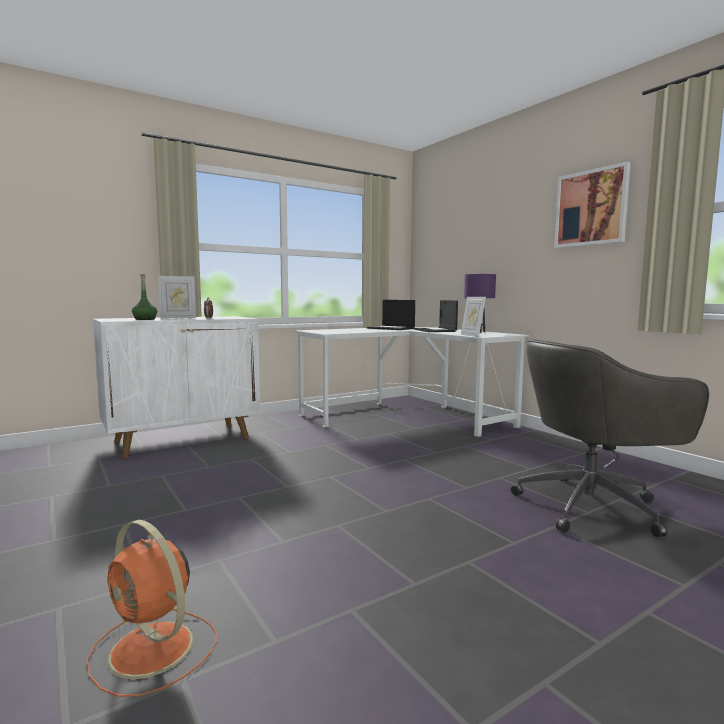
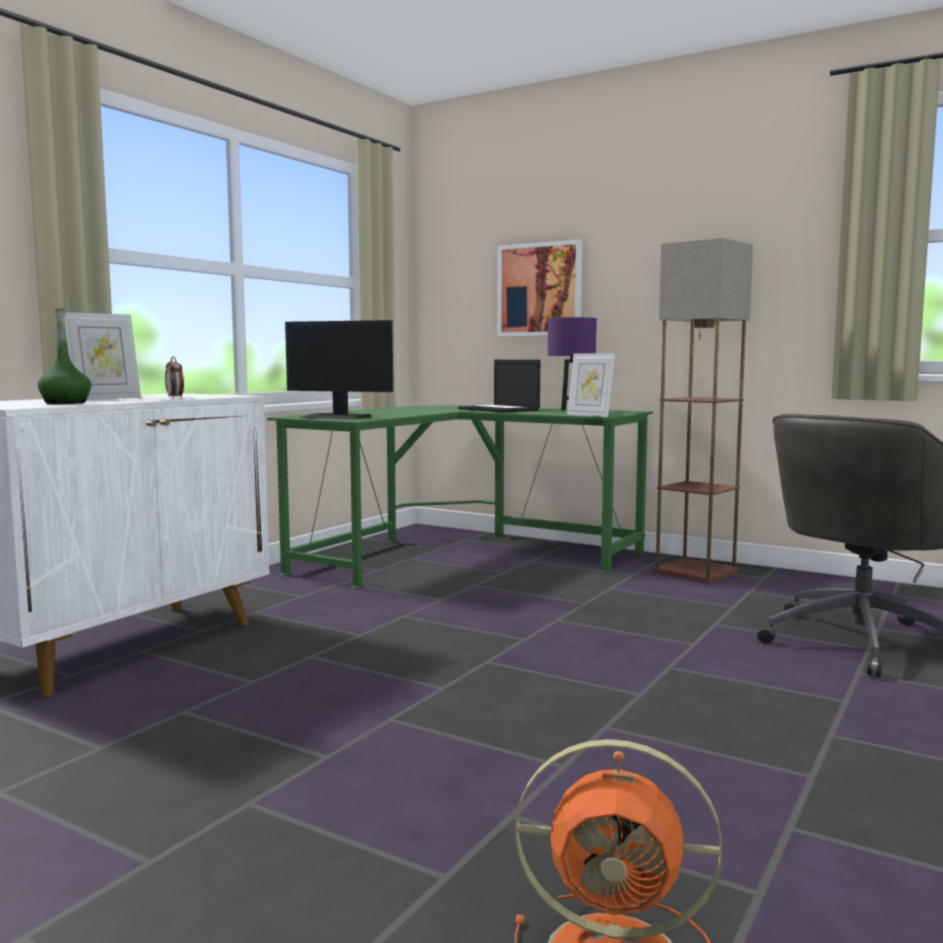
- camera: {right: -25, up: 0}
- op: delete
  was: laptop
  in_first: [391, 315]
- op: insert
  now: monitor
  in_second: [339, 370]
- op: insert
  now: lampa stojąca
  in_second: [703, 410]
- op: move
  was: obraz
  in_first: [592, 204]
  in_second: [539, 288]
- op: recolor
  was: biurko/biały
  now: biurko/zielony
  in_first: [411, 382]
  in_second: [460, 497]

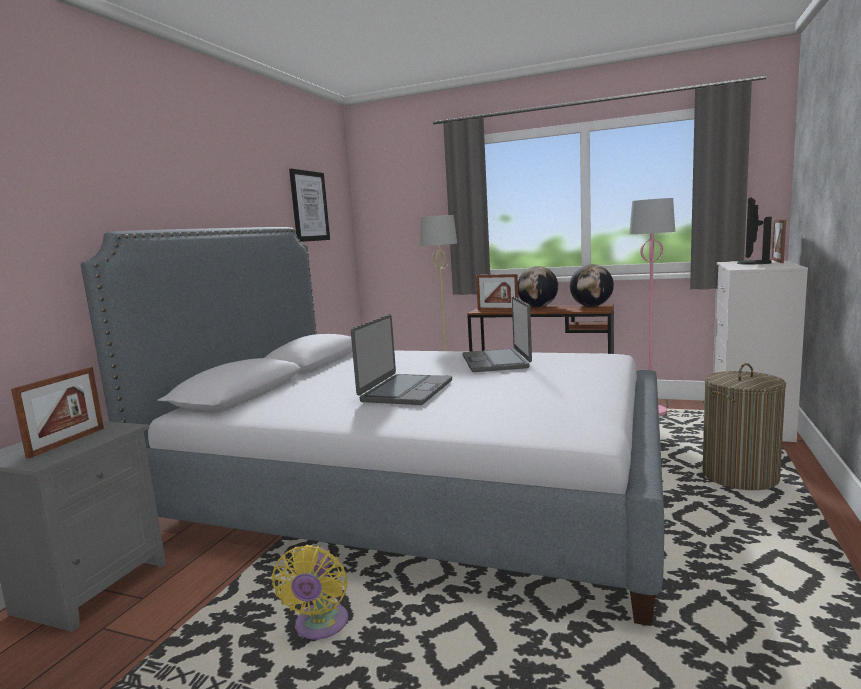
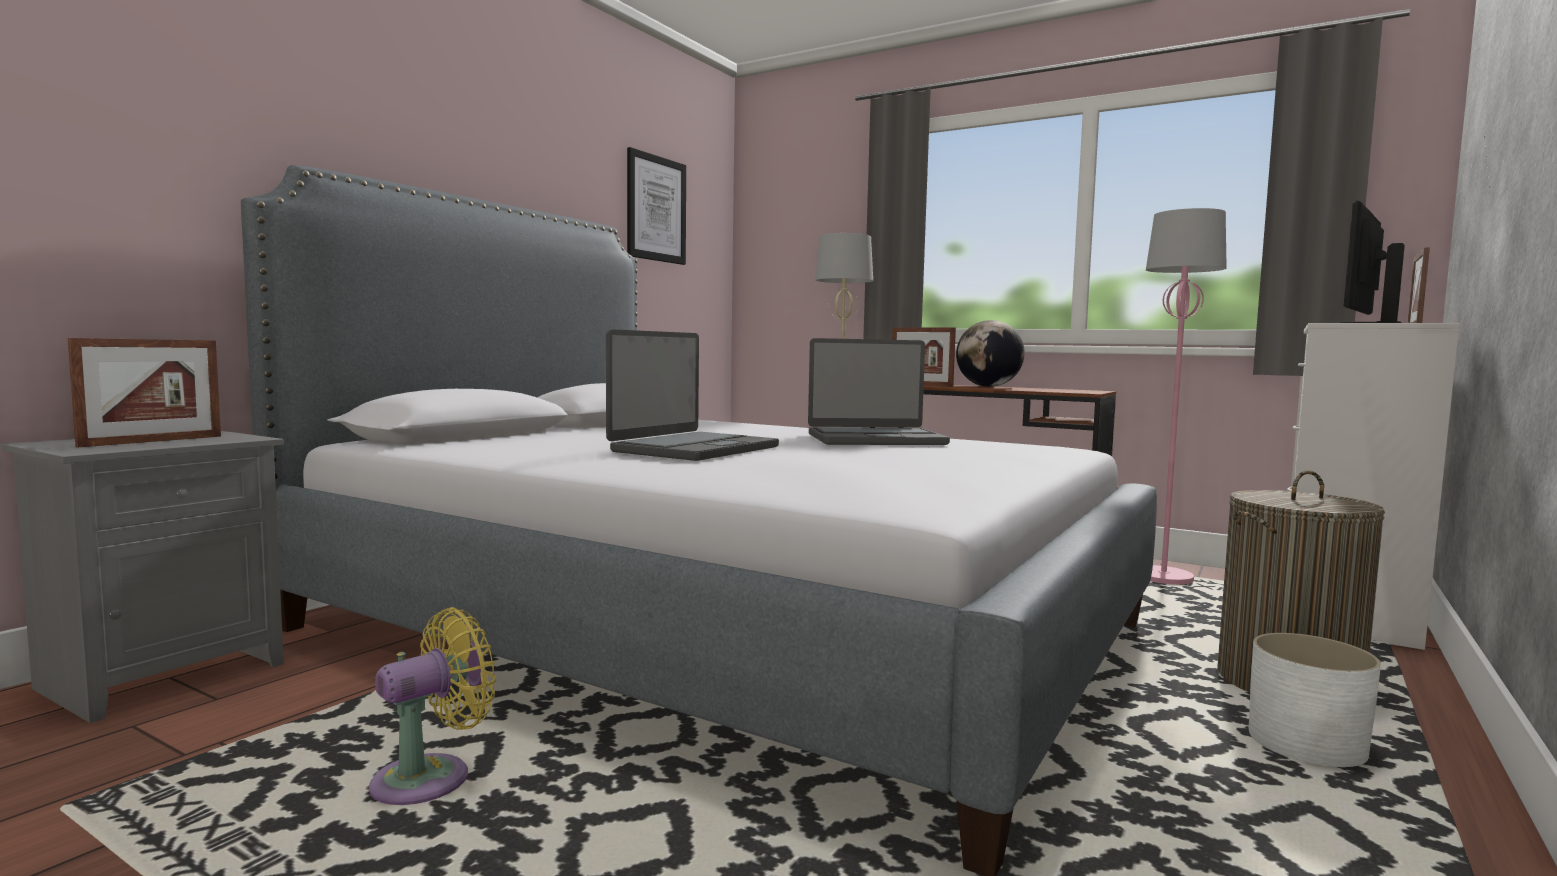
- camera: {right: 10, up: -5}
- op: delete
  was: globus
  in_first: [592, 285]
- op: insert
  now: donica/biały
  in_second: [1315, 700]
- op: rotate
  was: wentylator/żółty
  in_first: [310, 592]
  in_second: [432, 706]
  clockwise: -150
- op: rotate
  was: laptop
  in_first: [497, 334]
  in_second: [879, 391]
  clockwise: -105

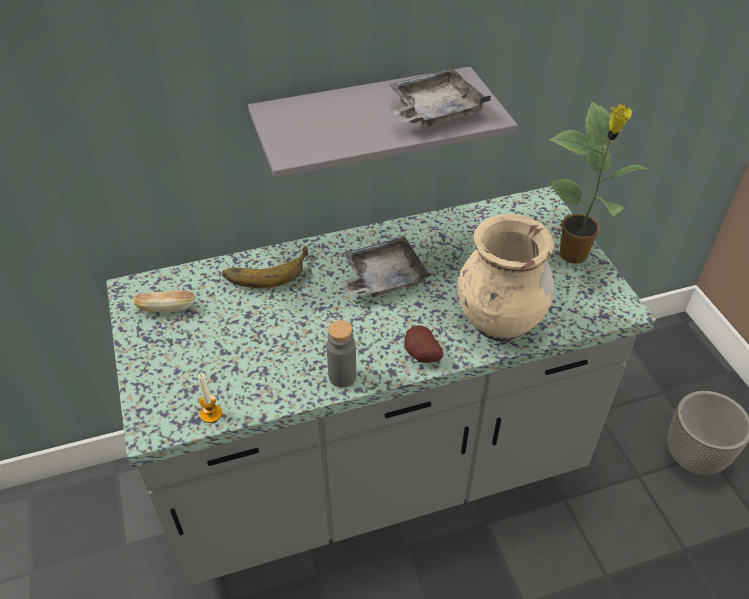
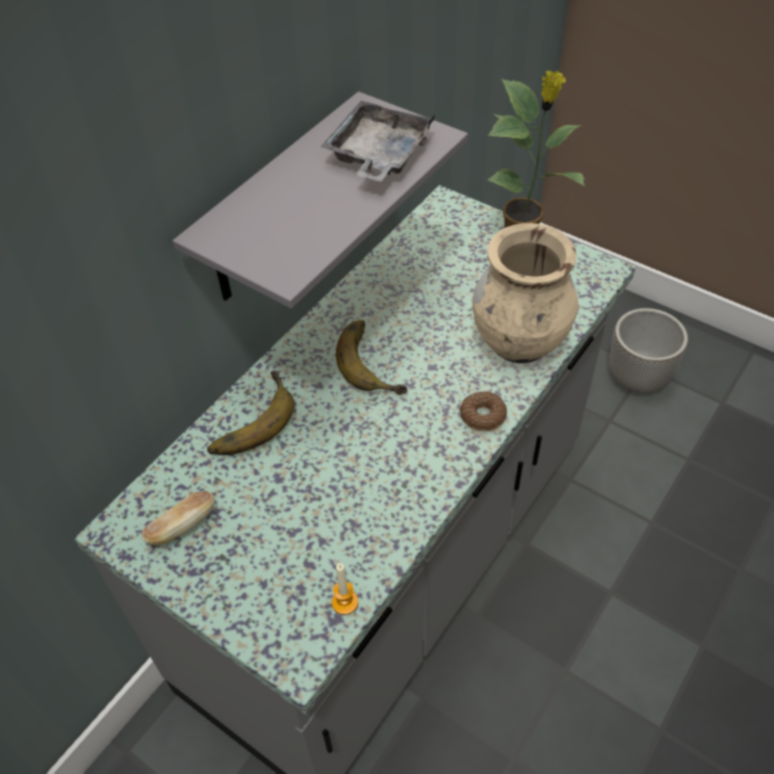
- camera: {right: -35, up: 5}
- op: delete
  was: butelka/szary
  in_first: [341, 354]
- op: replace
  was: taca/szary
  now: banan
  in_first: [385, 267]
  in_second: [371, 357]
- op: replace
  was: ziemniak
  now: donut
  in_first: [423, 344]
  in_second: [483, 411]

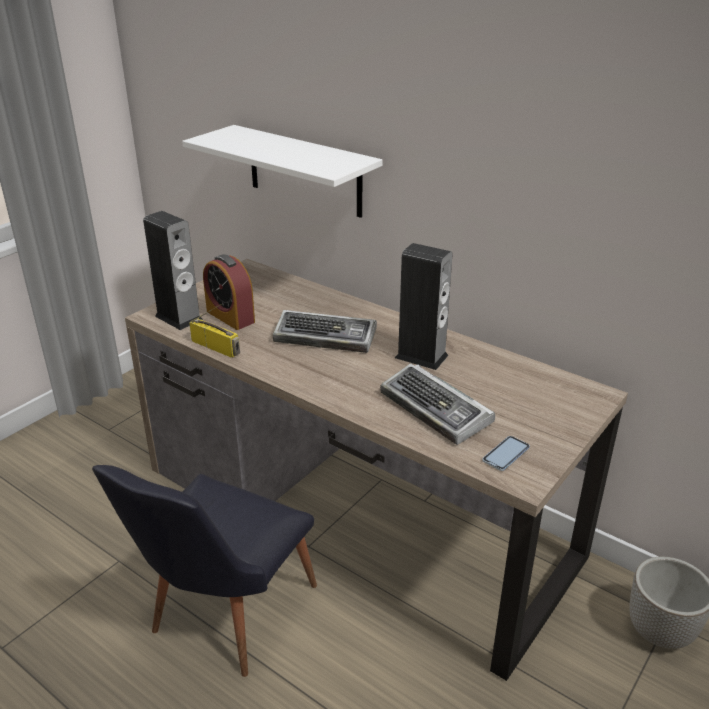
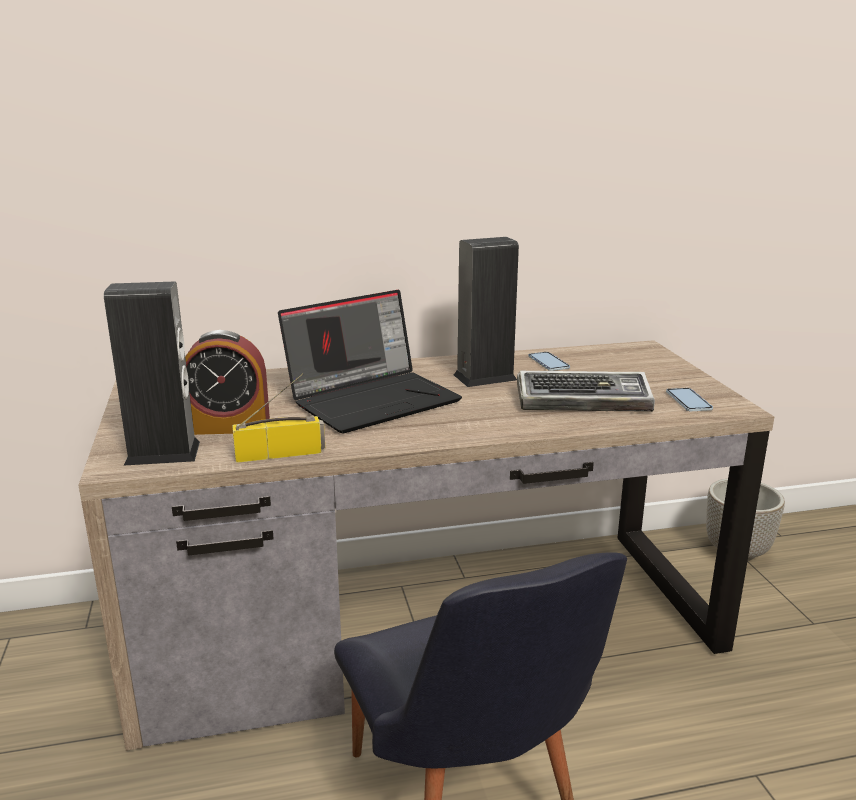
- camera: {right: -50, up: -10}
- op: delete
  was: półka/biały
  in_first: [282, 171]
- op: insert
  now: telefon
  in_second: [549, 361]
- op: replace
  was: klawiatura
  now: laptop
  in_first: [325, 331]
  in_second: [370, 361]

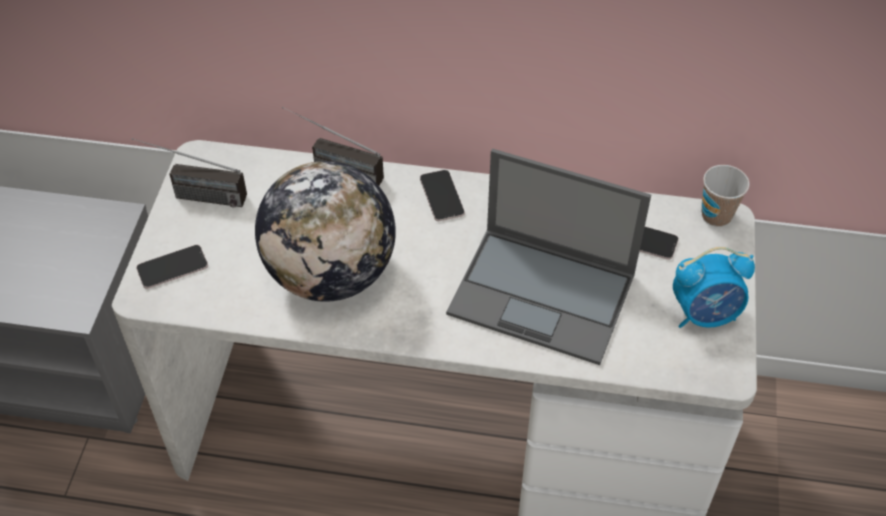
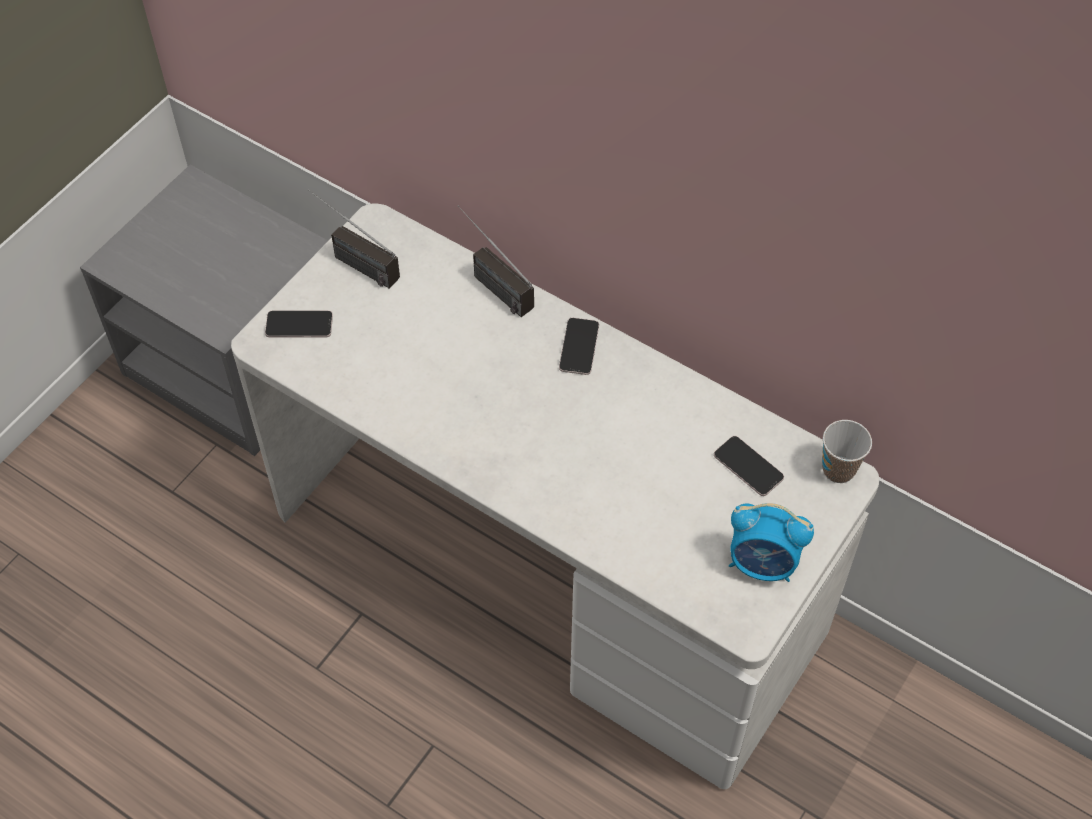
- camera: {right: 25, up: 5}
- op: delete
  was: globus
  in_first: [325, 231]
- op: delete
  was: laptop
  in_first: [548, 257]

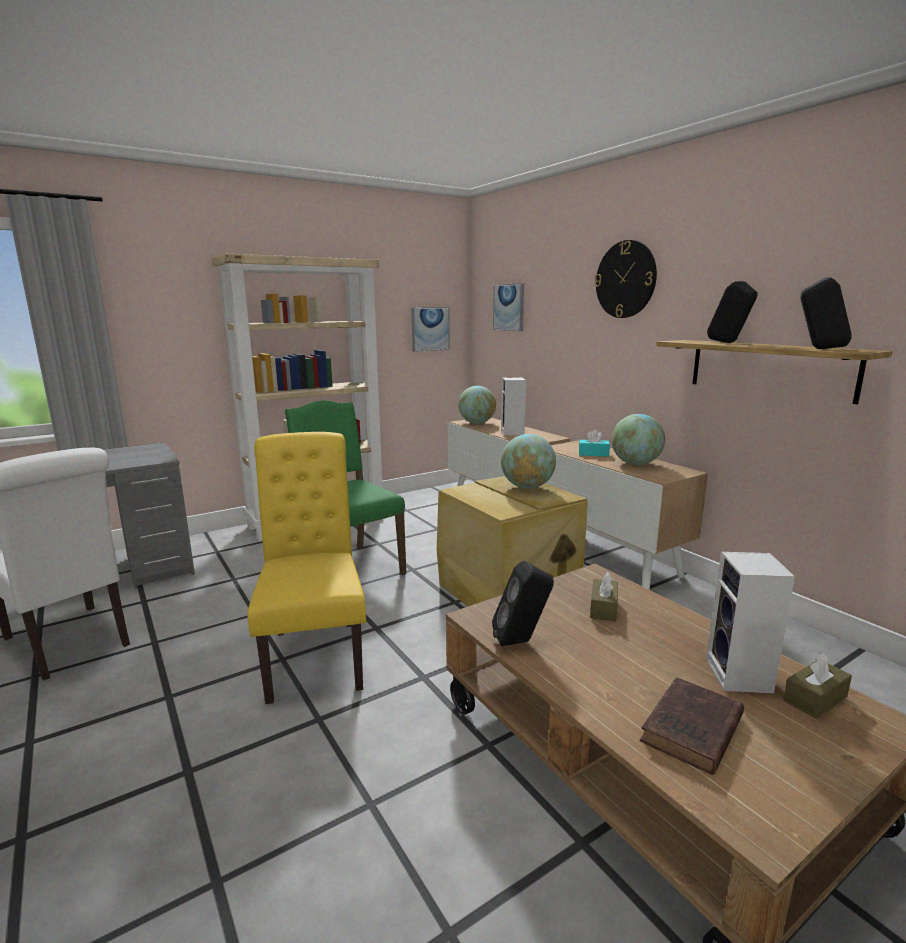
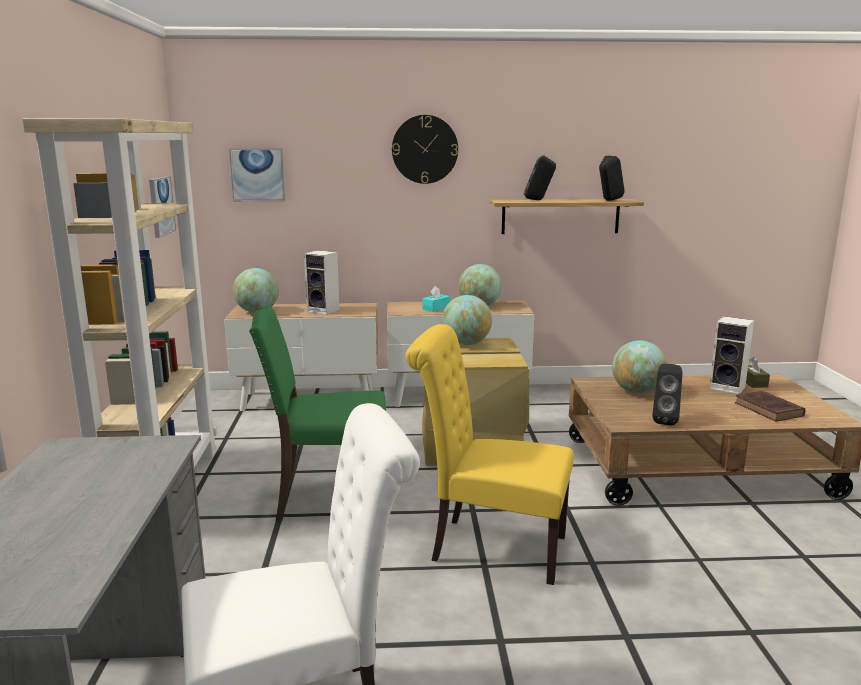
- camera: {right: -60, up: 0}
- op: replace
  was: pudełko chusteczek/brązowy
  now: globus
  in_first: [604, 597]
  in_second: [639, 367]

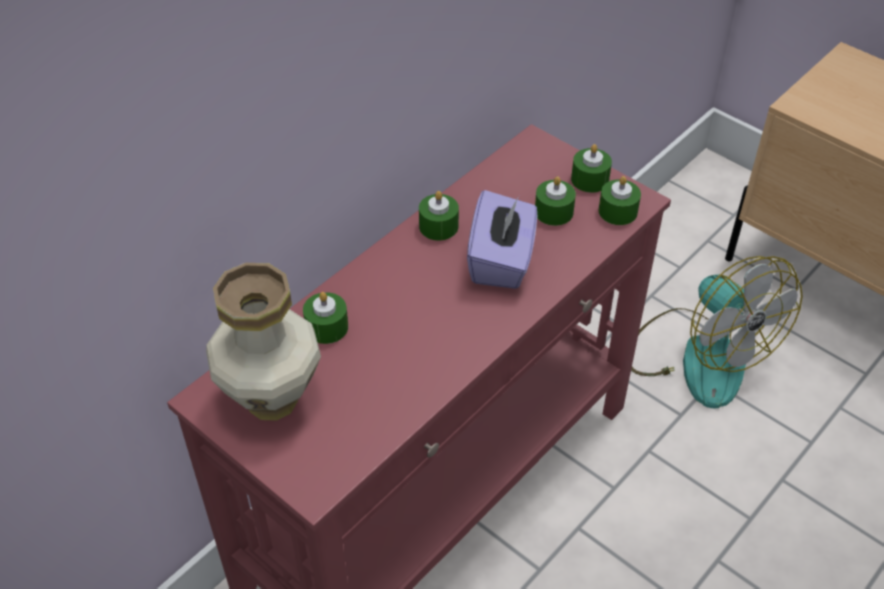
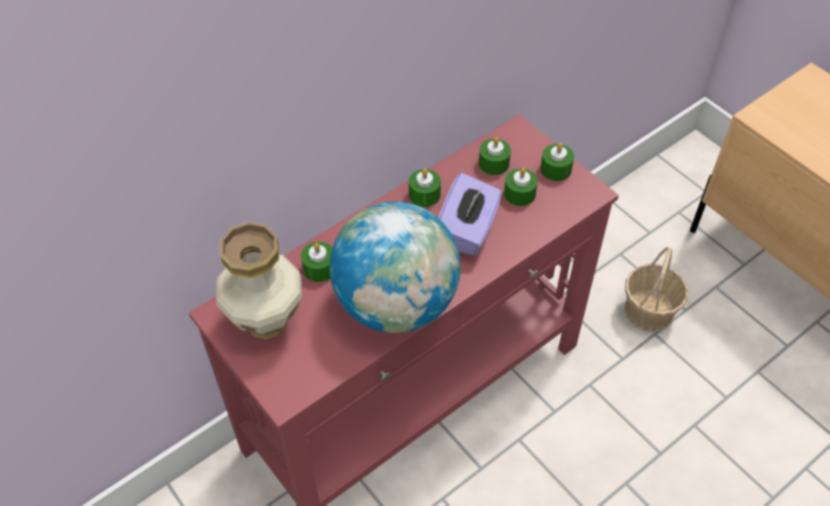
- camera: {right: 10, up: 5}
- op: insert
  now: globus
  in_second: [395, 267]
- op: move
  was: świeca/zielony
  in_first: [620, 200]
  in_second: [495, 156]
- op: replace
  was: wentylator
  now: koszyk
  in_first: [717, 332]
  in_second: [656, 289]

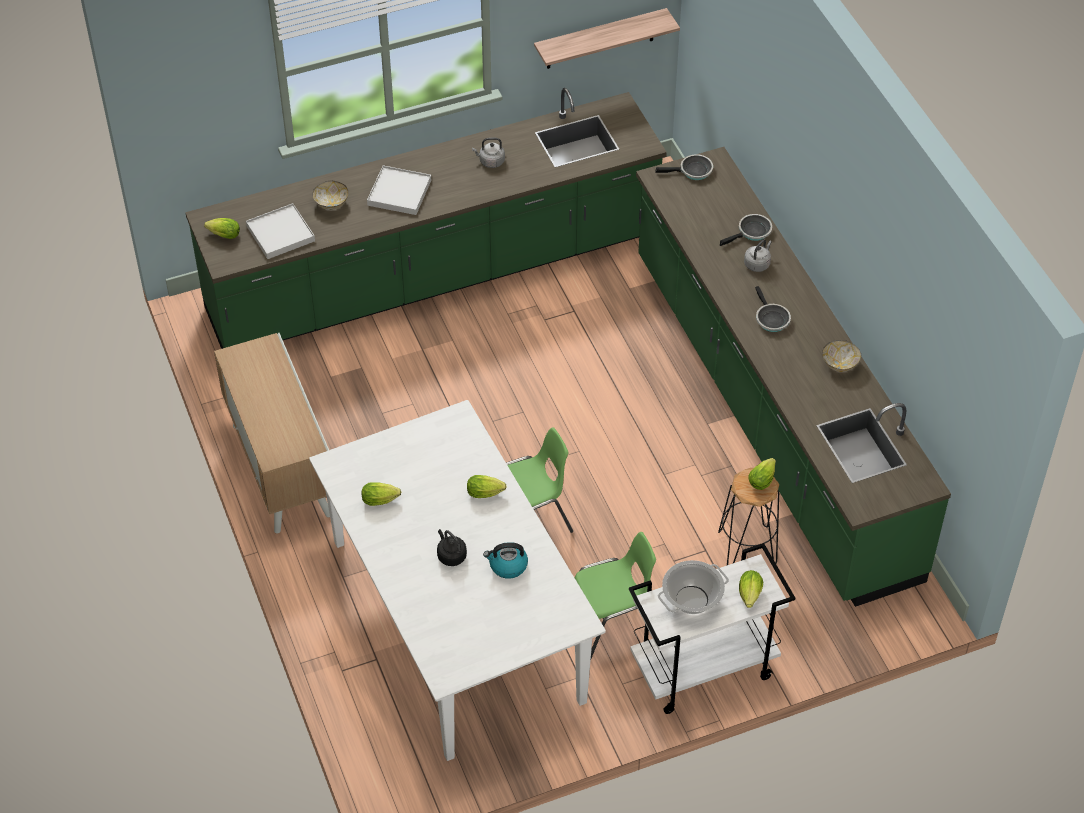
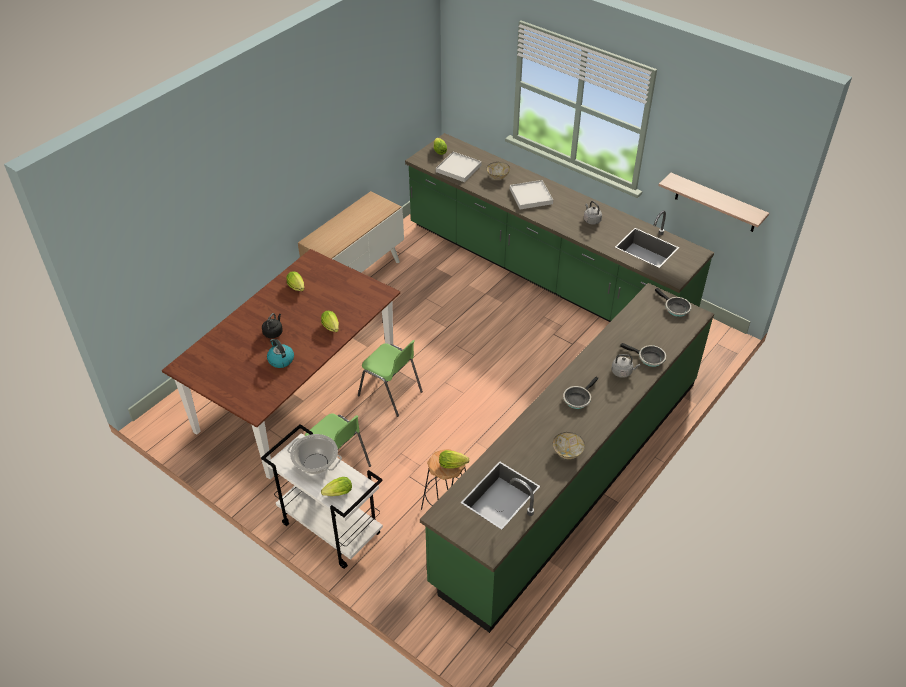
- camera: {right: 60, up: -5}
- op: recolor
  was: stół jadalny/biały
  now: stół jadalny/brązowy
  in_first: [457, 580]
  in_second: [281, 364]

